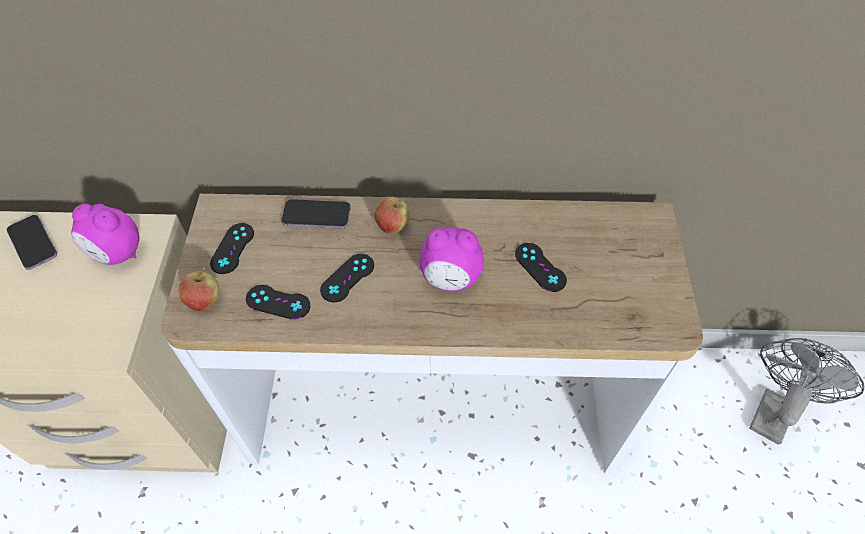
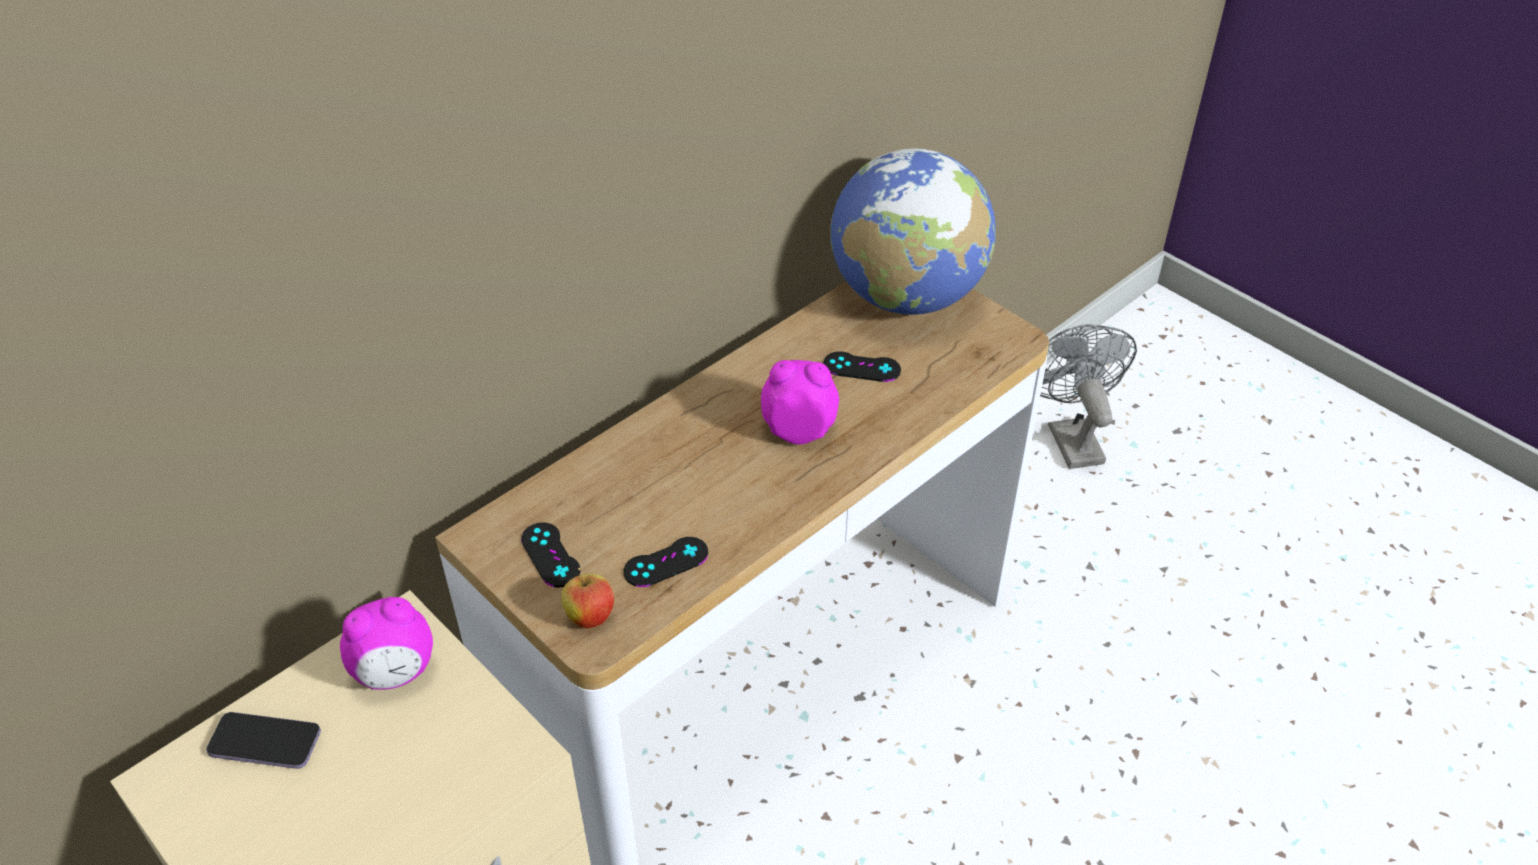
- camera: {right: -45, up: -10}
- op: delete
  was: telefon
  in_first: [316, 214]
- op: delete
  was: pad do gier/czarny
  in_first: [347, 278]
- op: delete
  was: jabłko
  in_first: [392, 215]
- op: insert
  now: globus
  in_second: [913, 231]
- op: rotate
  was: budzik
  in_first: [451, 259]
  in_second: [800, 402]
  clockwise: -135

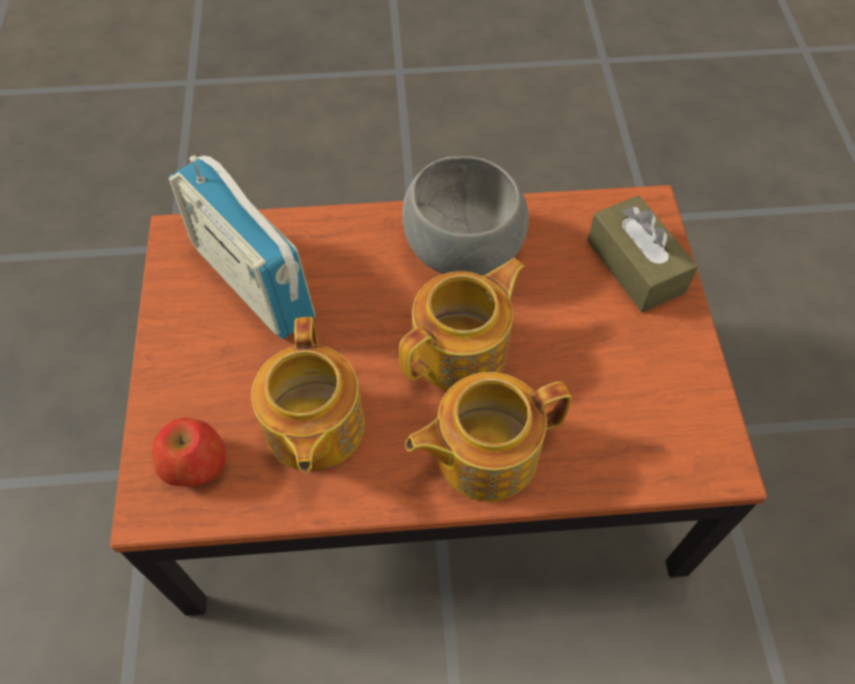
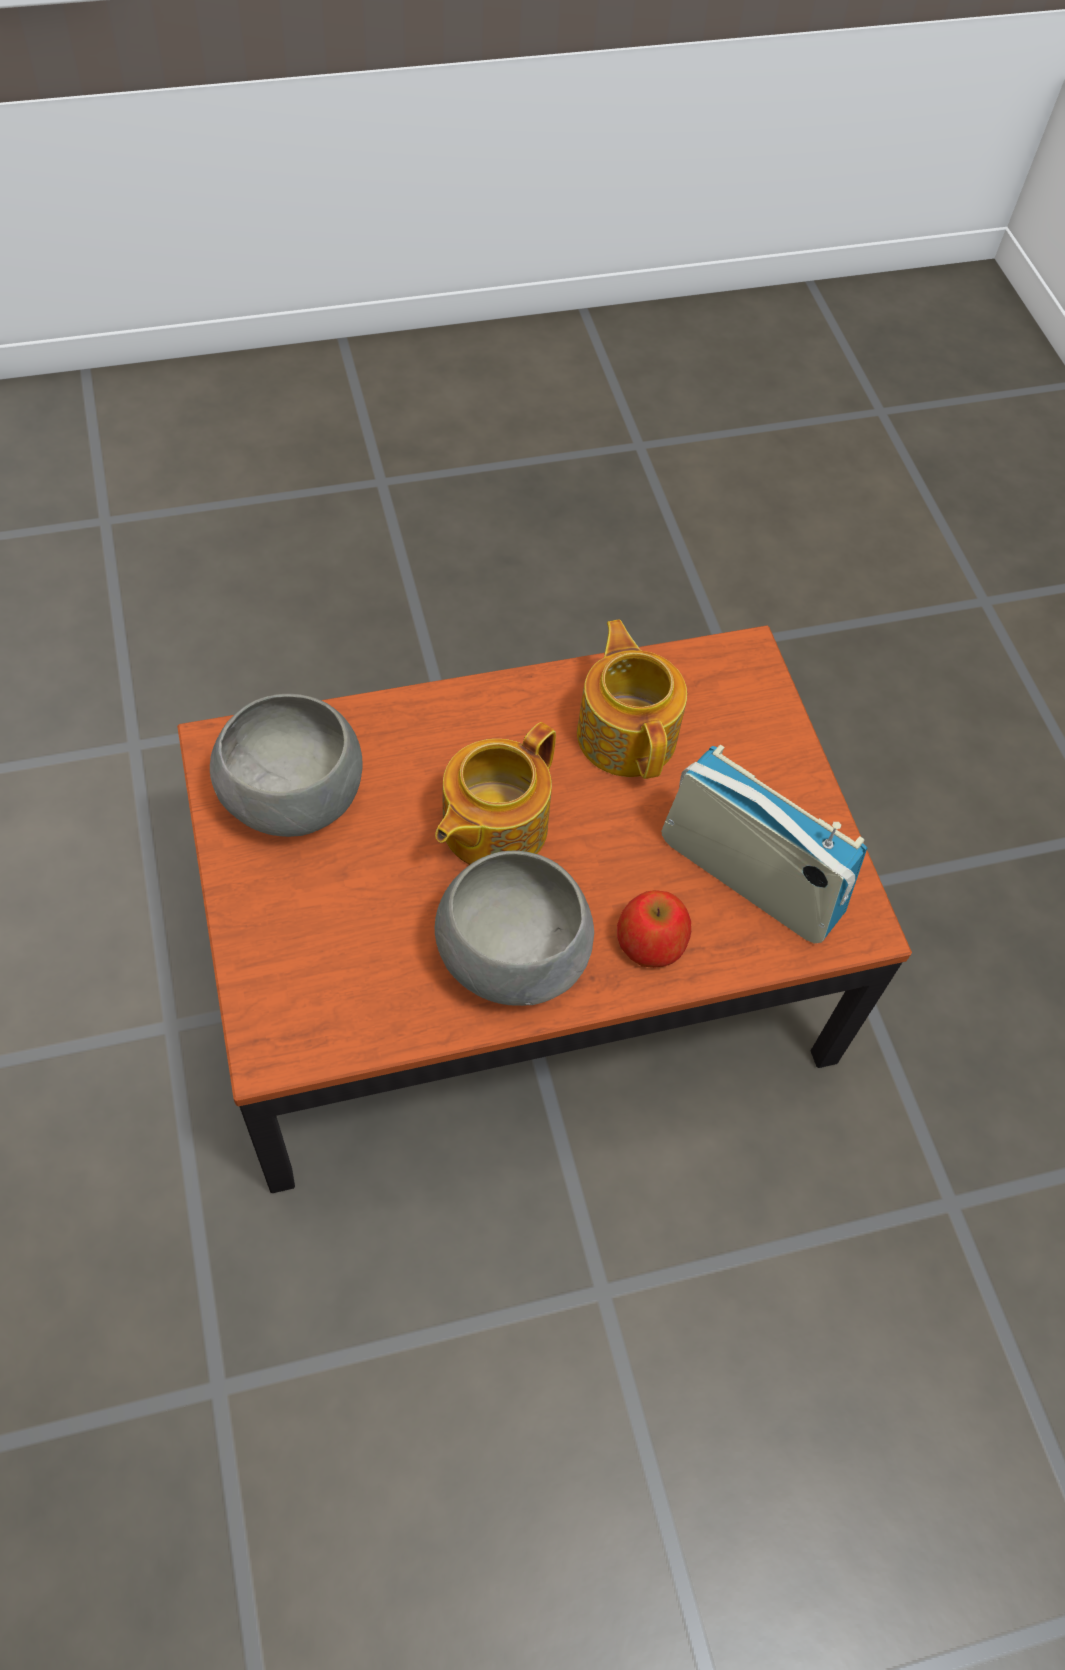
- camera: {right: 165, up: 0}
- op: delete
  was: imbryk
  in_first: [488, 437]
- op: delete
  was: pudełko chusteczek/brązowy
  in_first: [642, 253]
- op: insert
  now: miska/szary
  in_second: [286, 765]
- op: move
  was: jabłko
  in_first: [189, 452]
  in_second: [654, 929]

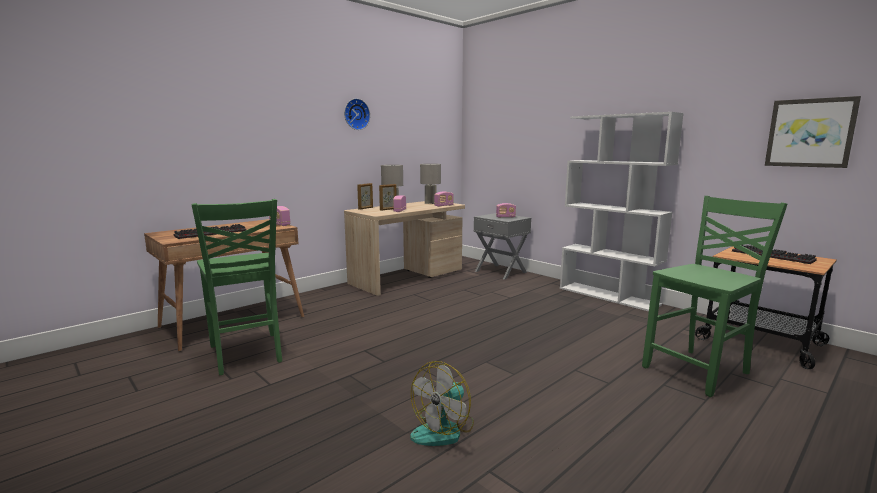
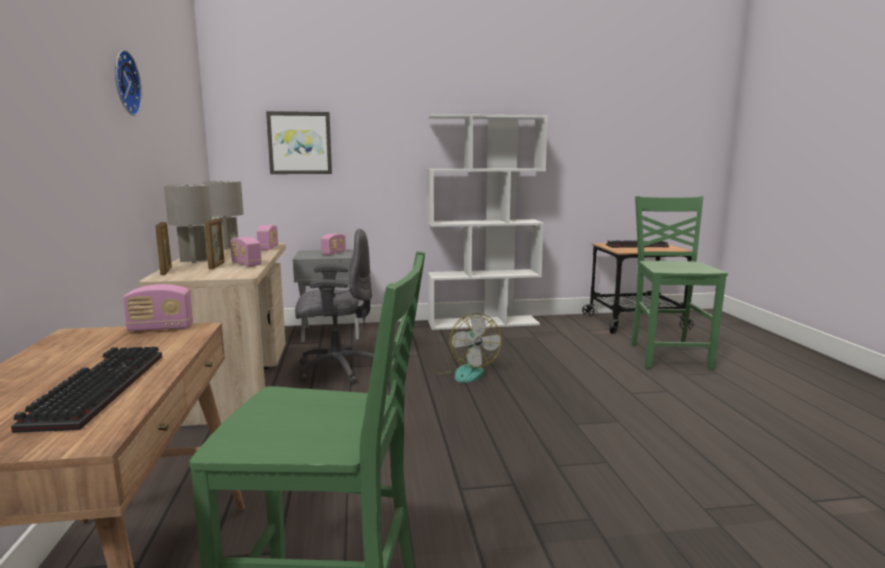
- camera: {right: -55, up: 0}
- op: insert
  now: krzesło biurowe/szary
  in_second: [334, 307]
- op: move
  was: wentylator
  in_first: [442, 403]
  in_second: [467, 348]
- op: move
  was: obraz
  in_first: [813, 132]
  in_second: [299, 142]

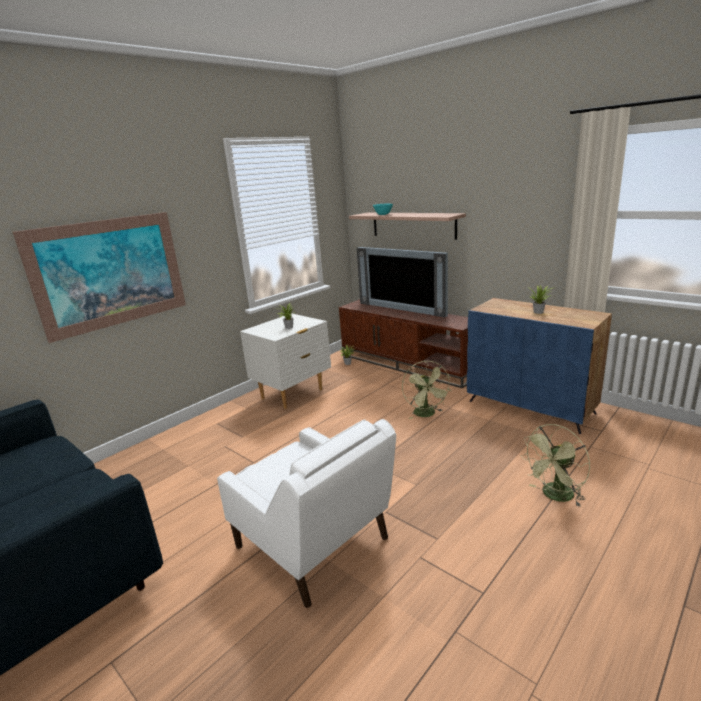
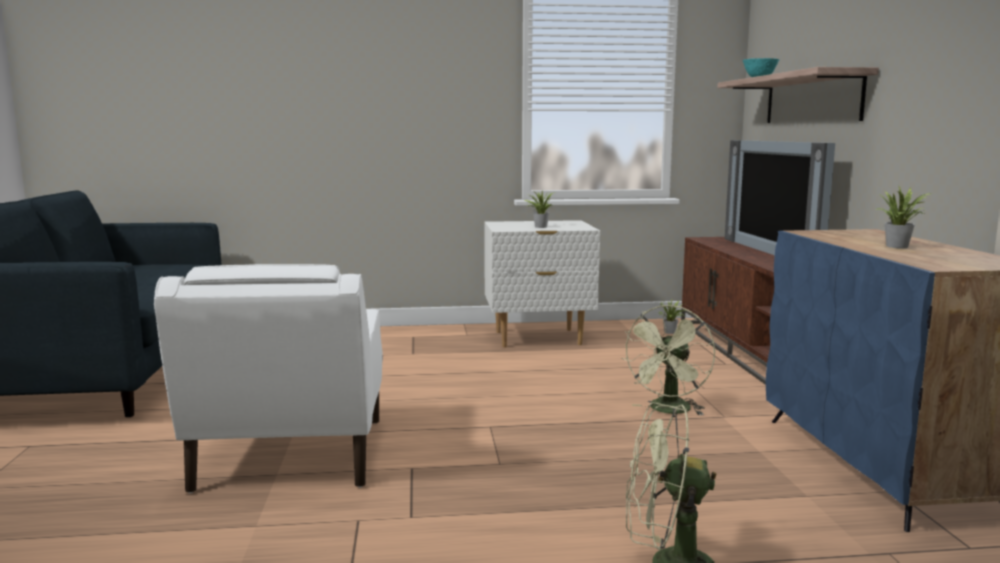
- camera: {right: 40, up: -10}
- op: delete
  was: obraz
  in_first: [99, 277]

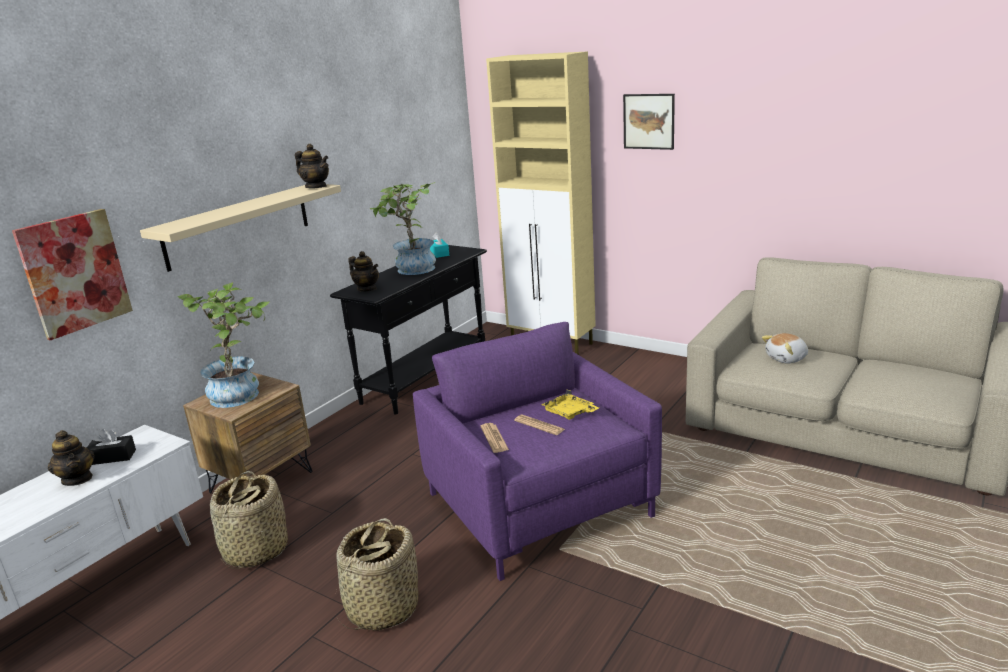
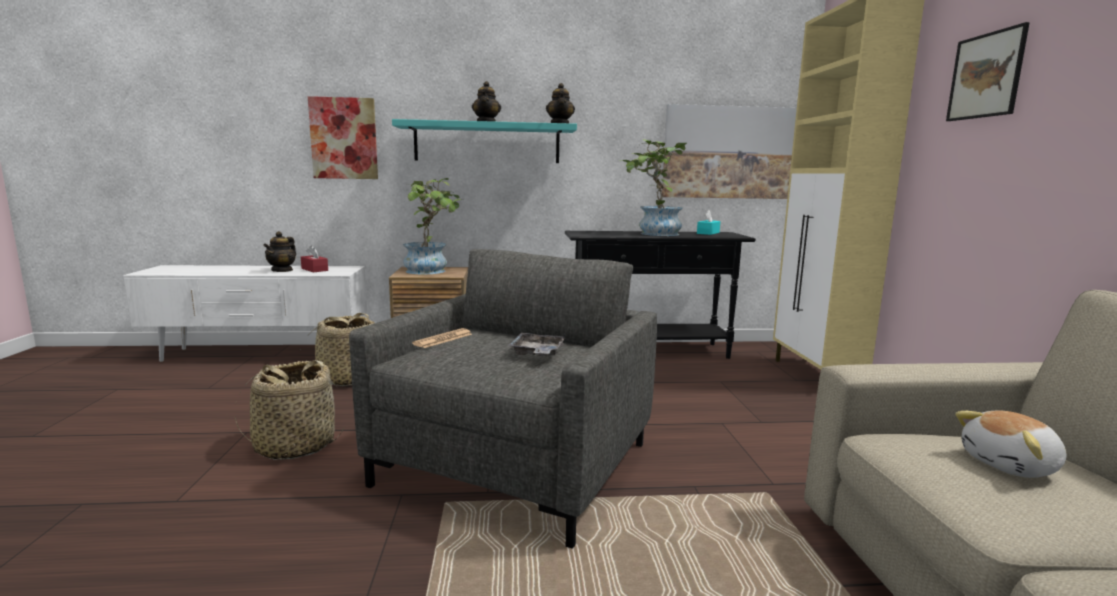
- camera: {right: 50, up: -10}
- op: delete
  was: gazeta
  in_first: [539, 425]
- op: insert
  now: obraz
  in_second: [729, 151]
- op: move
  was: imbryk
  in_first: [364, 271]
  in_second: [486, 101]
- op: recolor
  was: pudełko chusteczek/czarny
  now: pudełko chusteczek/czerwony
  in_first: [111, 447]
  in_second: [314, 259]
- op: recolor
  was: półka/beżowy
  now: półka/turkusowy
  in_first: [240, 228]
  in_second: [484, 141]
- op: recolor
  was: fotel/fioletowy
  now: fotel/szary
  in_first: [537, 451]
  in_second: [503, 399]
- op: recolor
  was: taca/żółty
  now: taca/szary
  in_first: [570, 405]
  in_second: [537, 344]
- op: rotate
  was: pluszak
  in_first: [785, 348]
  in_second: [1010, 444]
  clockwise: -45

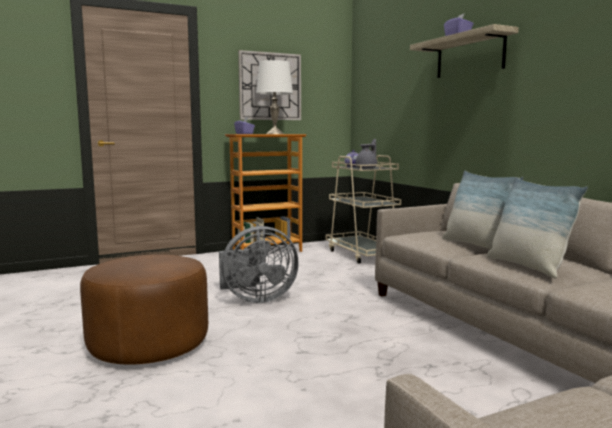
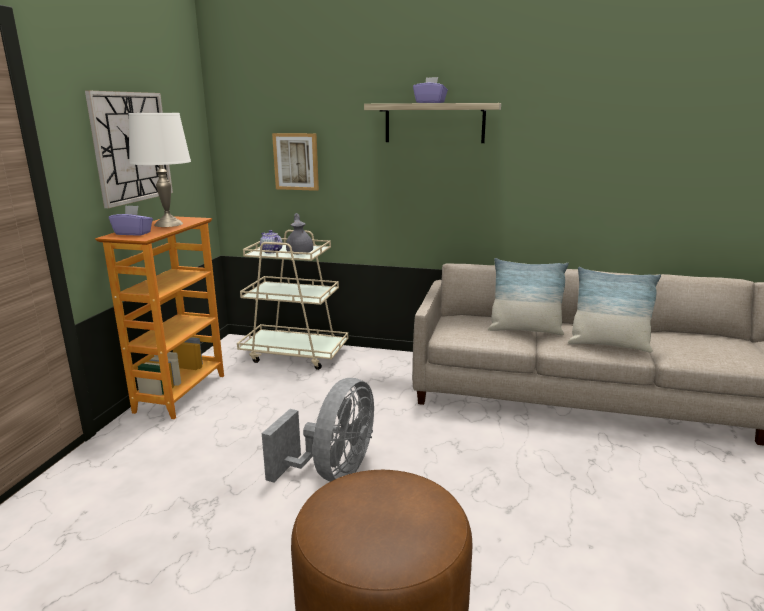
- camera: {right: -50, up: 10}
- op: insert
  now: obraz
  in_second: [295, 162]

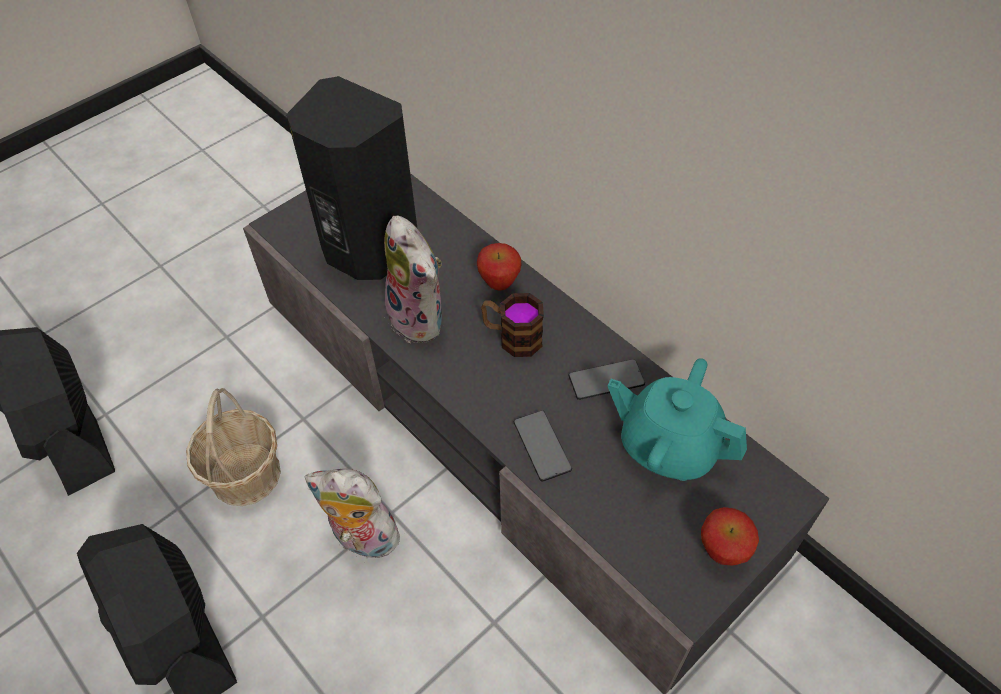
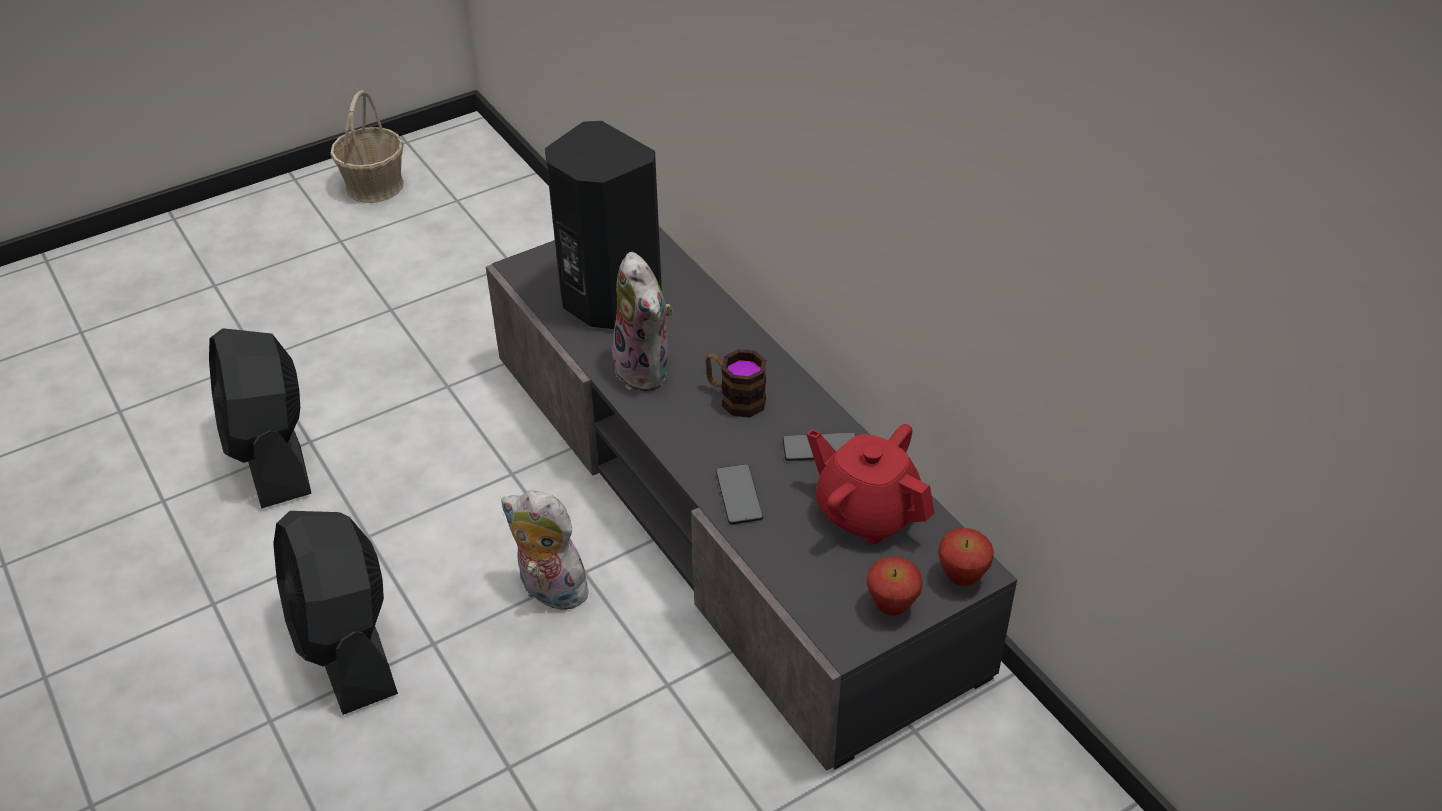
- camera: {right: 10, up: -10}
- op: move
  was: koszyk
  in_first: [233, 447]
  in_second: [367, 146]
- op: move
  was: jabłko
  in_first: [499, 267]
  in_second: [966, 557]
- op: recolor
  was: imbryk/turkusowy
  now: imbryk/czerwony
  in_first: [677, 419]
  in_second: [870, 484]

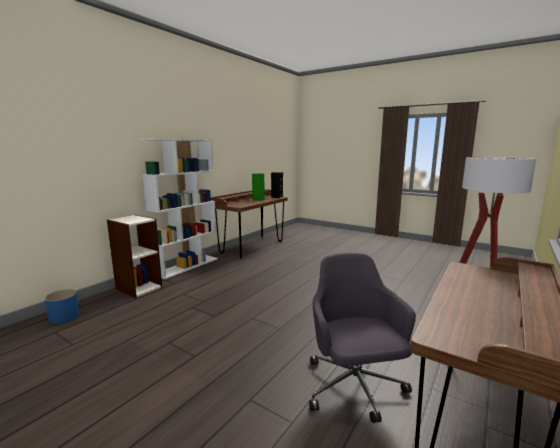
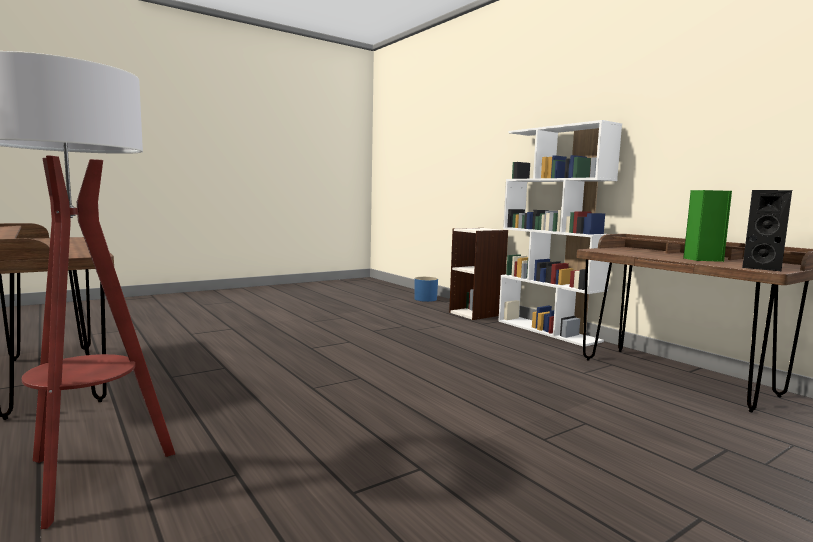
- camera: {right: 110, up: -5}
- op: delete
  was: krzesło biurowe/szary
  in_first: [362, 338]

